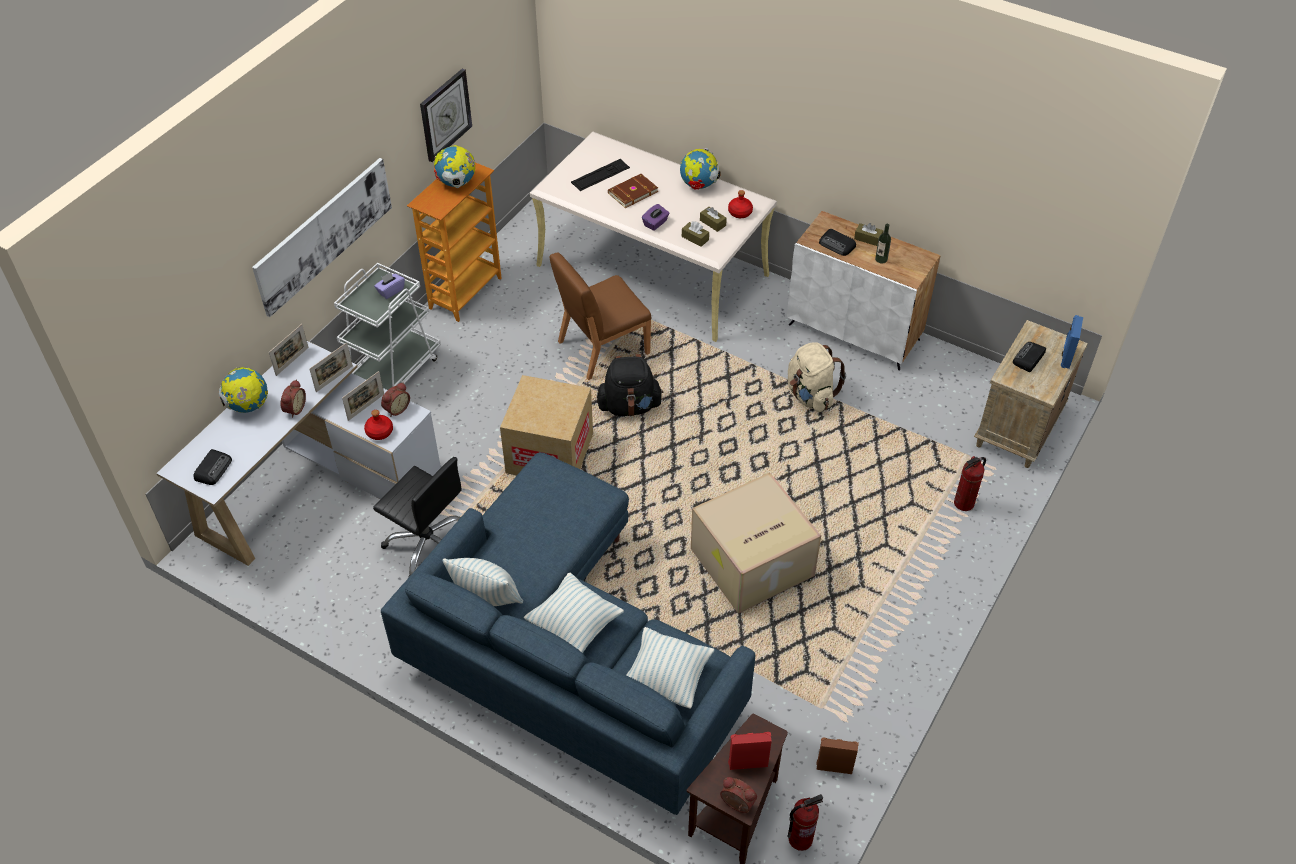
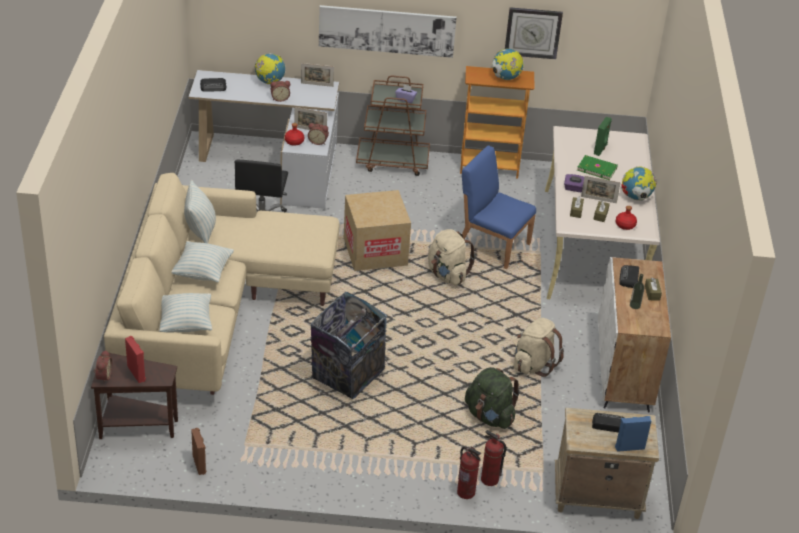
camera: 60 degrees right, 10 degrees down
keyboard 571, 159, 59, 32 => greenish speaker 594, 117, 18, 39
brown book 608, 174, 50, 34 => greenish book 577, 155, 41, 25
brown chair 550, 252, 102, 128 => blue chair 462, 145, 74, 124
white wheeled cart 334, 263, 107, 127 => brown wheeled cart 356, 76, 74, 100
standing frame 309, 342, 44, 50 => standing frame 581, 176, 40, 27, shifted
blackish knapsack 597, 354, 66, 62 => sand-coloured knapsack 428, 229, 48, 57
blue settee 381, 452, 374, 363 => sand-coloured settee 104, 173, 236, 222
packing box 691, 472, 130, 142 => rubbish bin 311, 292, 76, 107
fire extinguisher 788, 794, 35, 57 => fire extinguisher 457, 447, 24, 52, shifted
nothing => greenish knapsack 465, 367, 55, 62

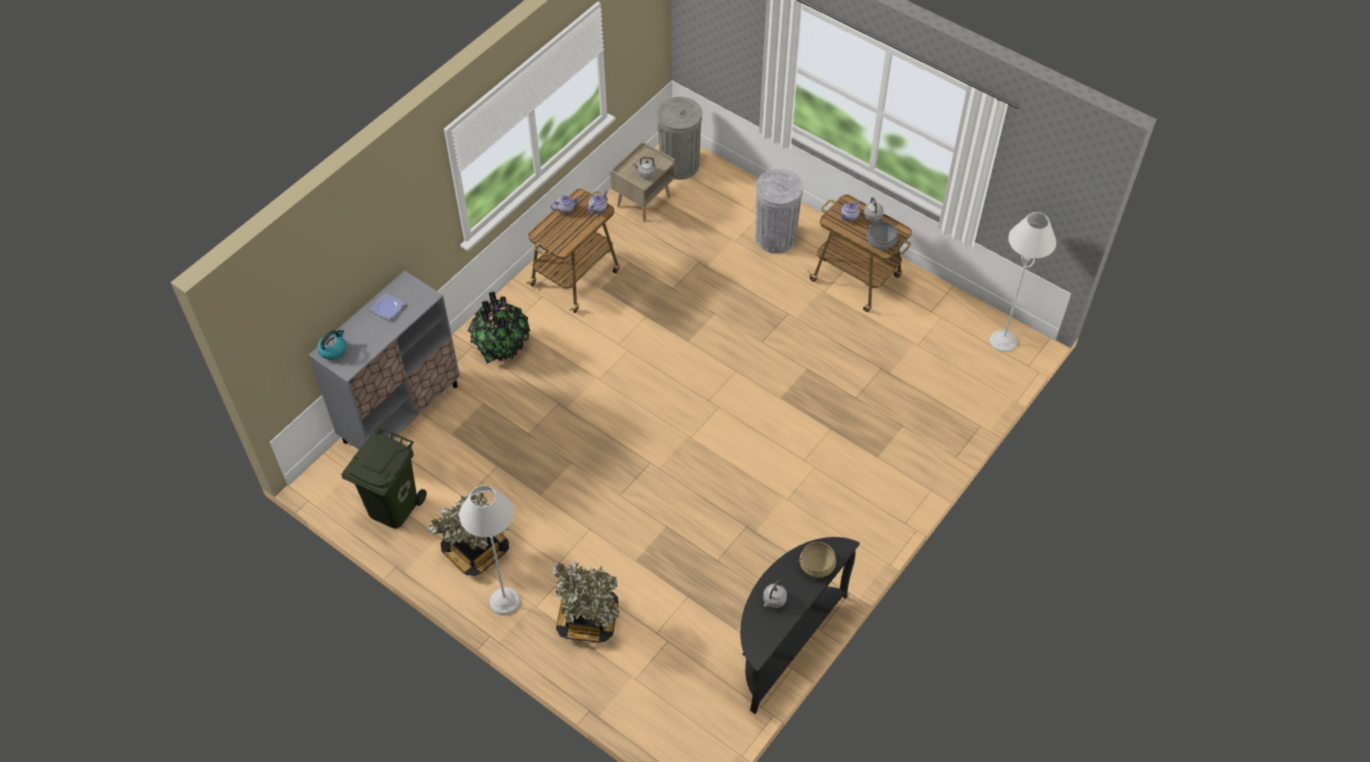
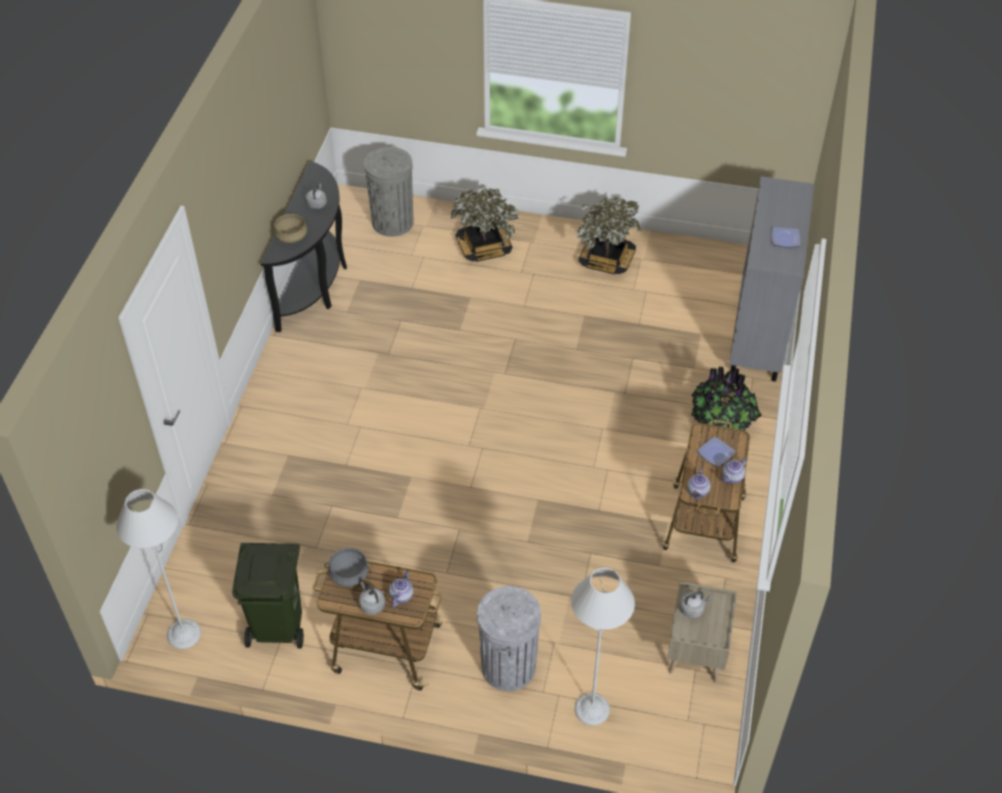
camera: 155 degrees right, 5 degrees down
gray rubbish bin 657, 97, 45, 83 => gray rubbish bin 364, 147, 49, 90, shifted
kettle 317, 328, 30, 32 => nothing
greenish rubbish bin 342, 428, 85, 100 => greenish rubbish bin 232, 543, 72, 106, shifted
gray standard lamp 459, 485, 61, 130 => gray standard lamp 571, 568, 64, 157, shifted
nothing => dinner plate 697, 437, 39, 30

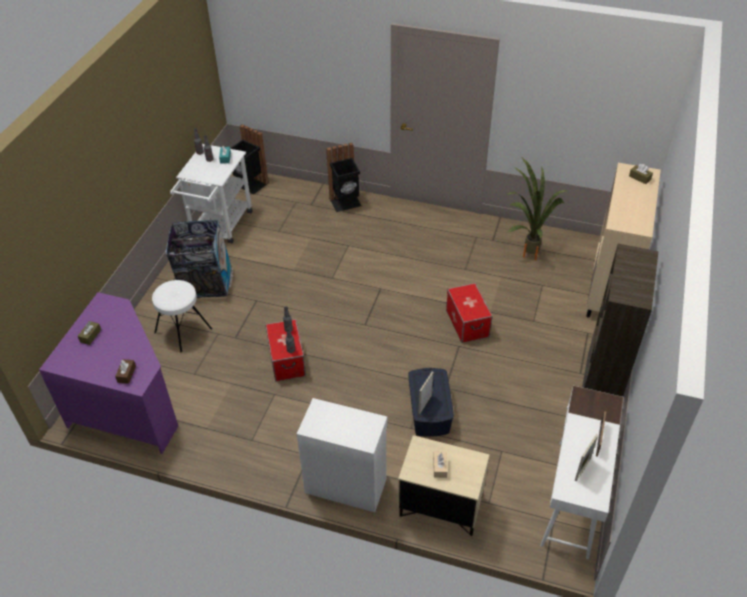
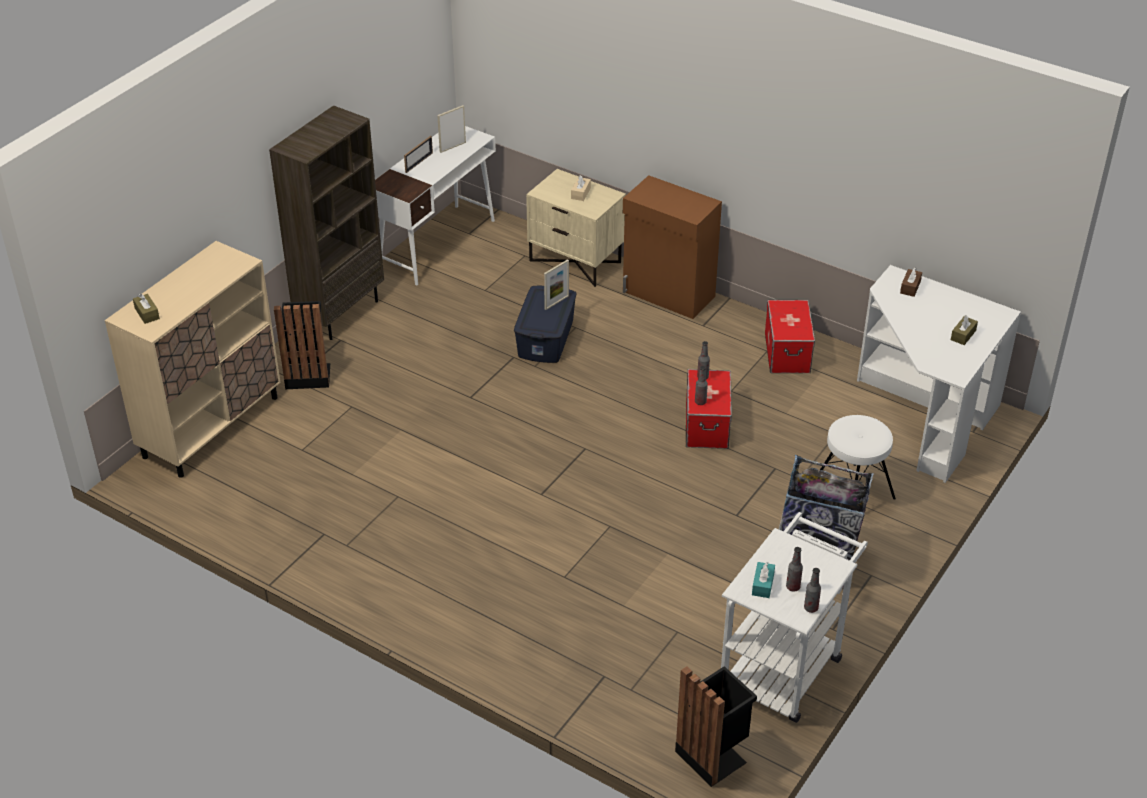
camera: 165 degrees left, 5 degrees down
blackish rubbish bin 326, 143, 35, 69 => blackish rubbish bin 274, 301, 56, 88, shifted
plant in a pot 506, 158, 62, 102 => nothing
storage box 446, 283, 47, 60 => storage box 765, 300, 50, 73, shifted
purple-coloured desk 39, 292, 139, 162 => white desk 857, 265, 164, 218
white storage cabinet 297, 398, 90, 114 => brown storage cabinet 623, 175, 99, 144

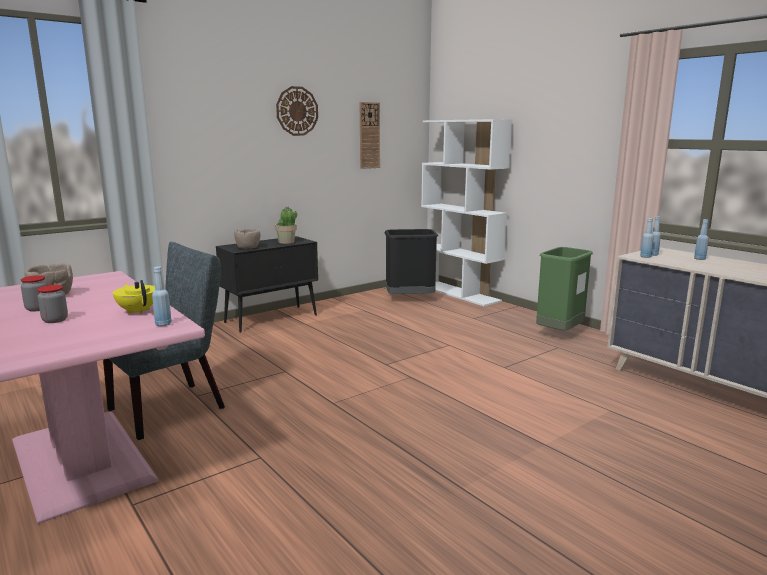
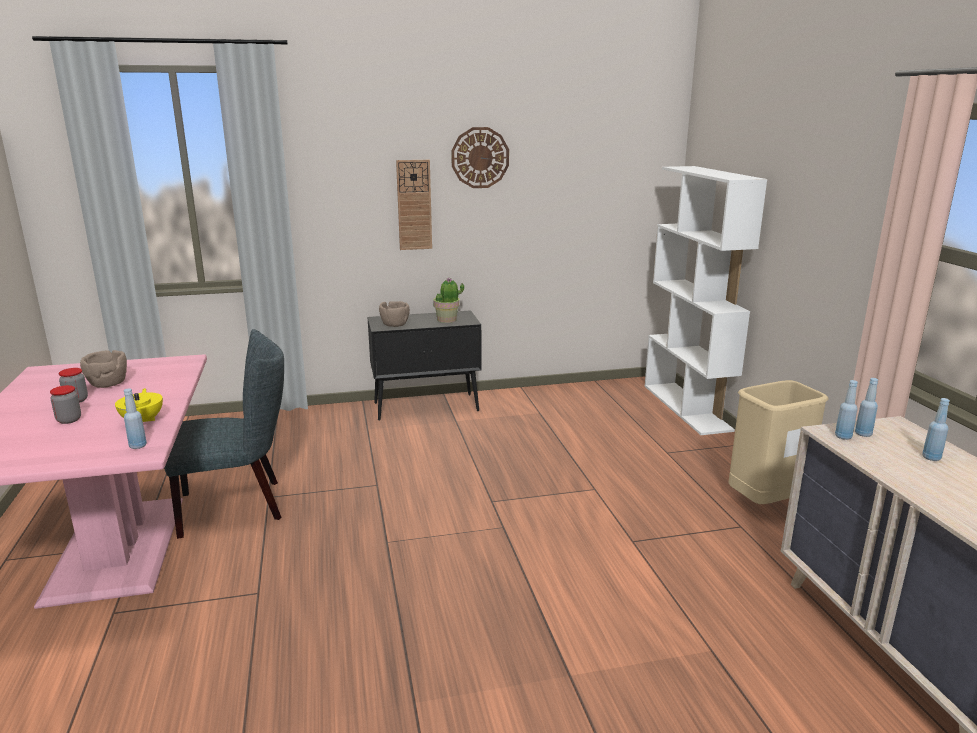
camera: 25 degrees right, 5 degrees up
hanging clock 360, 102, 20, 67 => hanging clock 396, 160, 36, 90, shifted
blackish rubbish bin 385, 229, 53, 65 => nothing
greenish rubbish bin 536, 247, 57, 84 => sand-coloured rubbish bin 728, 380, 101, 124

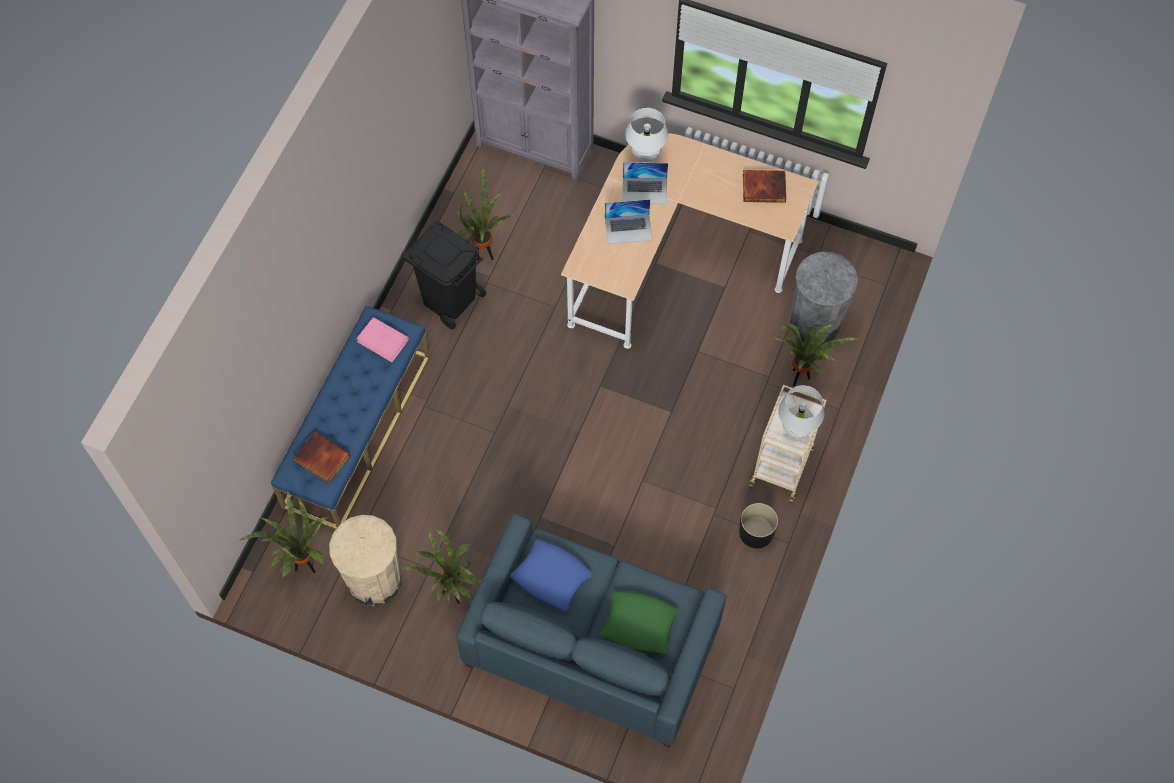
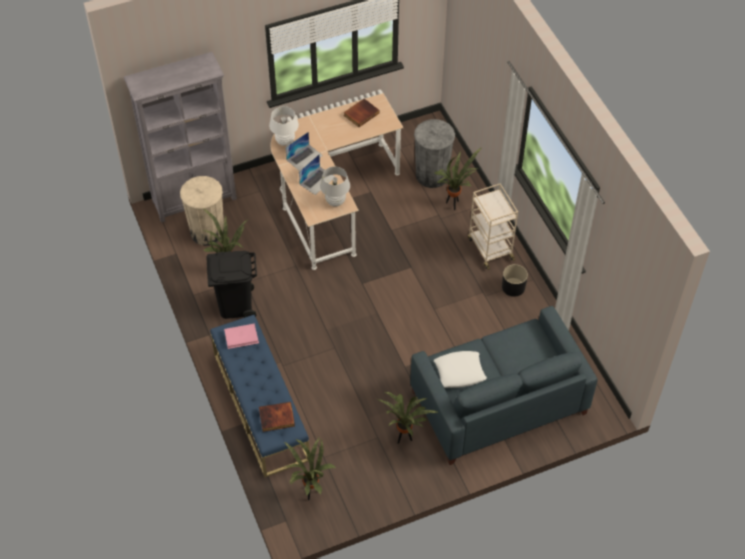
camera: 45 degrees left, 10 degrees down
white table lamp 778, 385, 46, 53 => white table lamp 320, 166, 30, 41, shifted
sand-coloured rubbish bin 329, 515, 73, 91 => sand-coloured rubbish bin 180, 176, 44, 70, shifted
blue pillow 510, 539, 82, 72 => white pillow 434, 351, 53, 37
greenish pillow 600, 591, 79, 63 => nothing

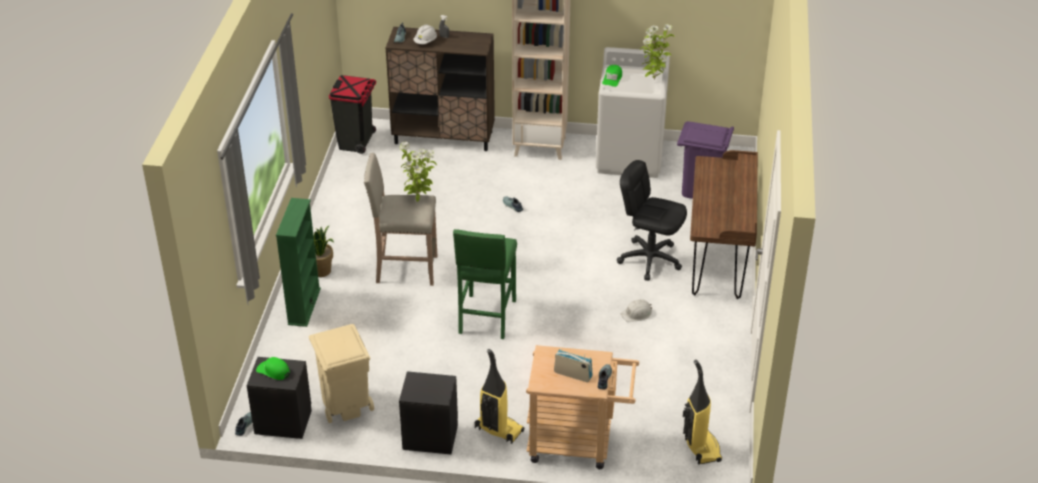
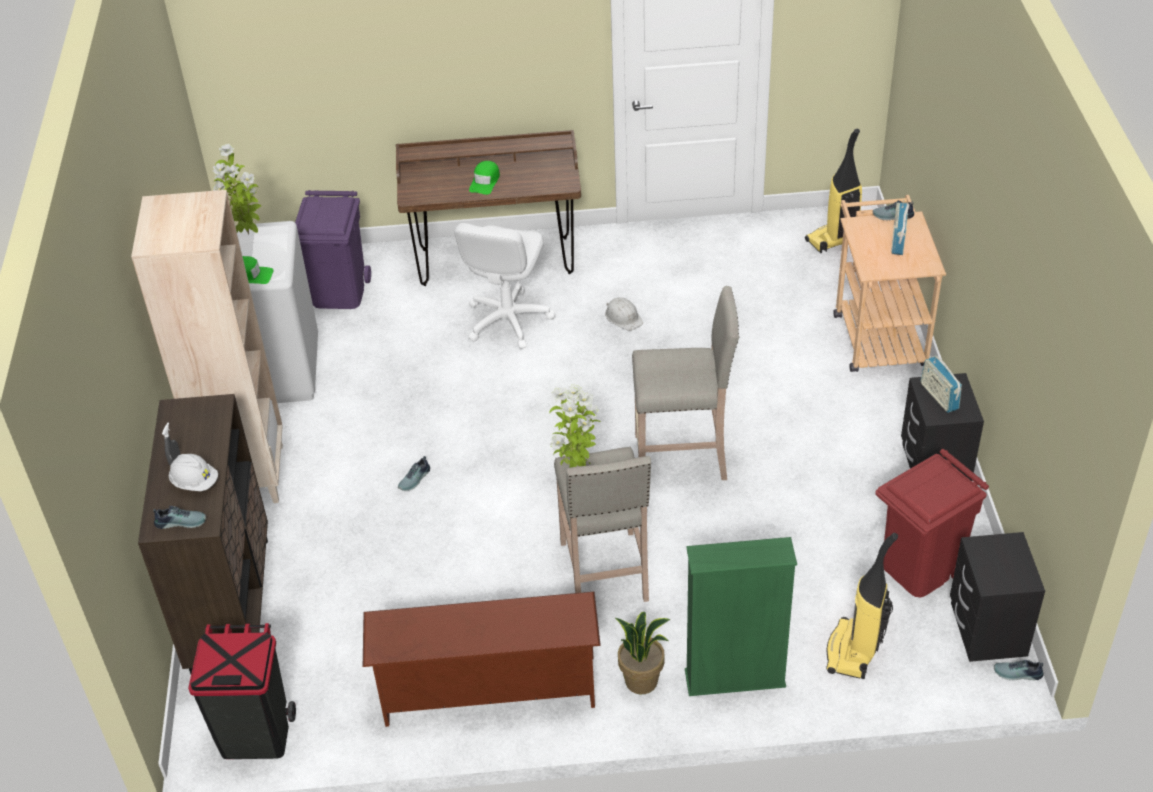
camera: 100 degrees left, 5 degrees up
blackish desk chair 617, 160, 70, 120 => white desk chair 454, 223, 101, 126
greenish sitting stool 453, 229, 64, 110 => sand-coloured sitting stool 632, 286, 107, 194
sand-coloured rubbish bin 309, 324, 65, 99 => red rubbish bin 875, 449, 114, 148
vacuum 475, 349, 49, 95 => vacuum 826, 533, 72, 146, shifted
greenish baseball cap 256, 357, 34, 23 => greenish baseball cap 469, 161, 31, 34, shifted
nothing => radio 920, 355, 42, 58
nothing => brown shoe stand 363, 592, 238, 135

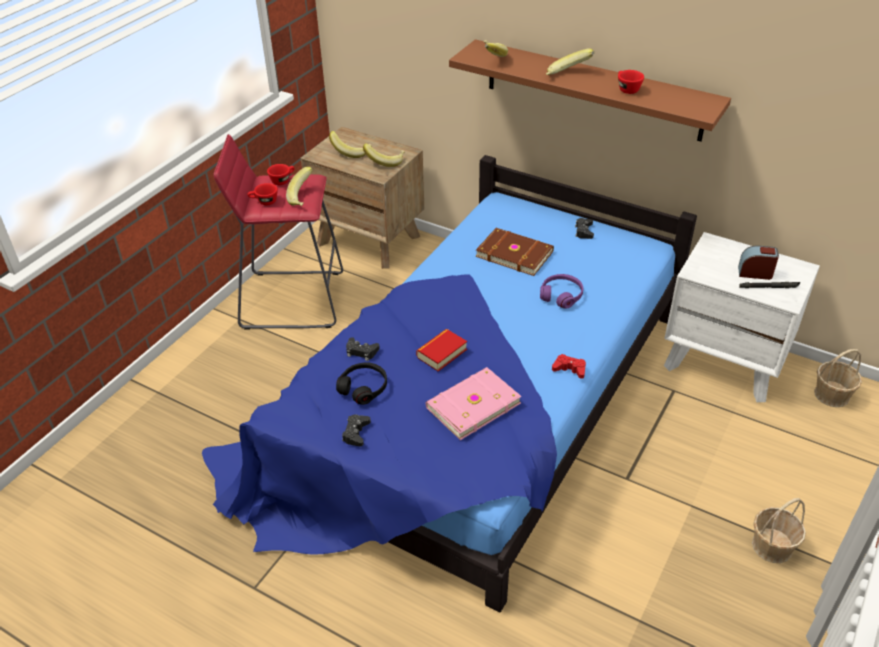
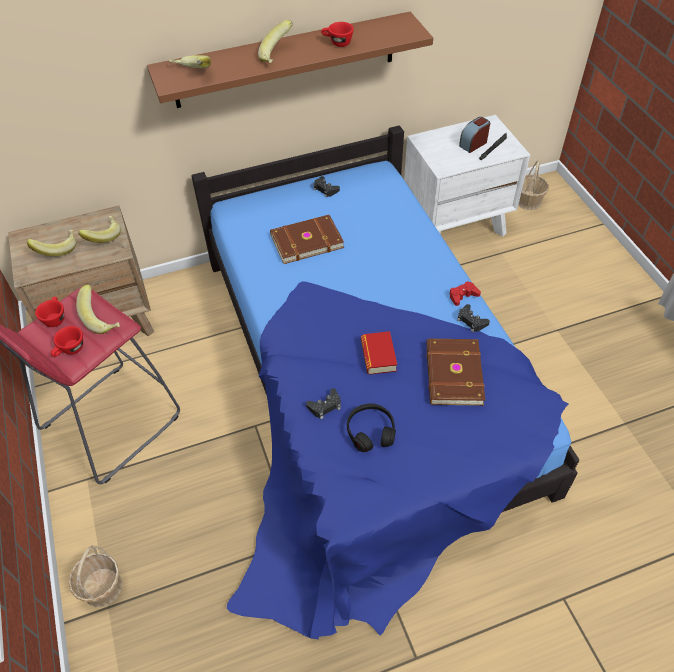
camera: 50 degrees left, 10 degrees up
purple-coloured pair of headphones 540, 274, 43, 35 => nothing
pink-coloured book 426, 367, 96, 73 => brown book 426, 339, 59, 67
blackish joypad 342, 414, 29, 32 => blackish joypad 457, 304, 33, 28, shifted
storage basket 752, 498, 54, 65 => storage basket 69, 545, 53, 62, shifted

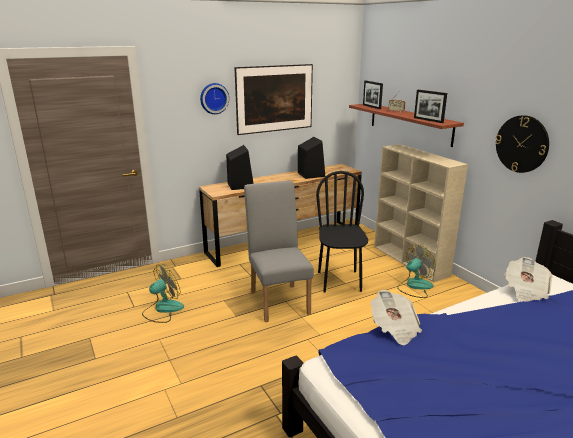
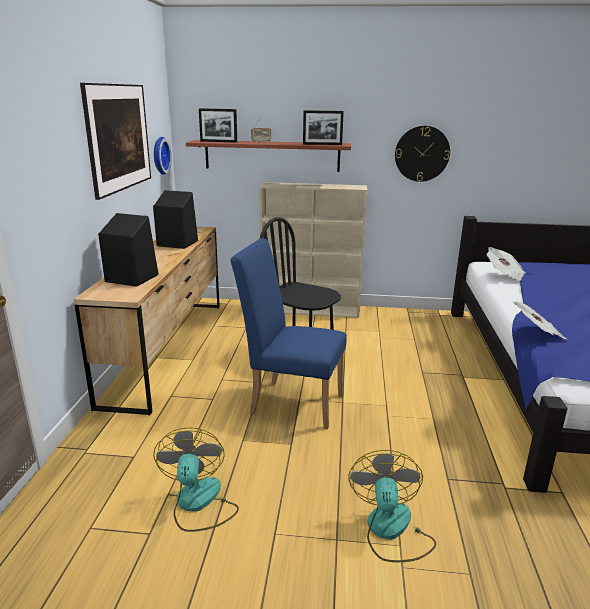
camera: 55 degrees left, 0 degrees up
hanging clock 200, 83, 29, 31 => hanging clock 154, 137, 18, 38, shifted
gray chair 244, 180, 70, 142 => blue chair 230, 238, 117, 191
fan 397, 245, 39, 53 => fan 348, 450, 88, 112, shifted

